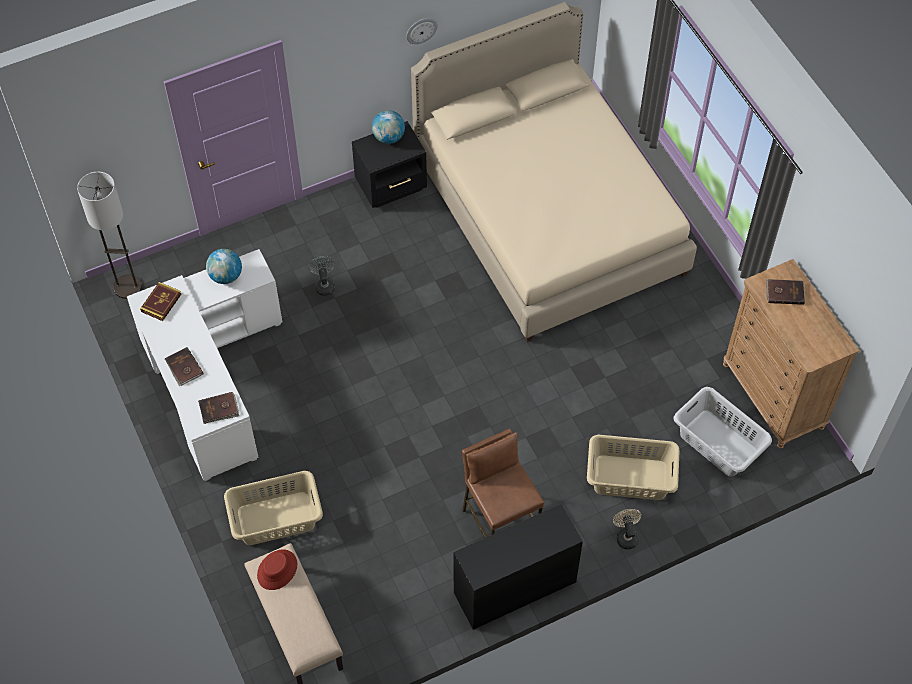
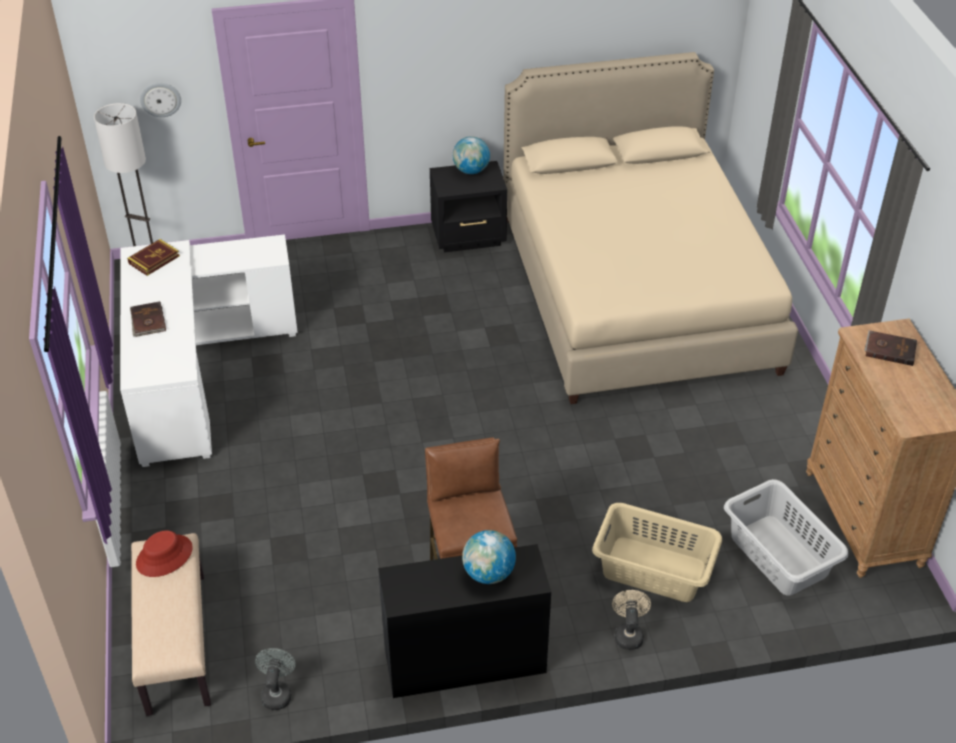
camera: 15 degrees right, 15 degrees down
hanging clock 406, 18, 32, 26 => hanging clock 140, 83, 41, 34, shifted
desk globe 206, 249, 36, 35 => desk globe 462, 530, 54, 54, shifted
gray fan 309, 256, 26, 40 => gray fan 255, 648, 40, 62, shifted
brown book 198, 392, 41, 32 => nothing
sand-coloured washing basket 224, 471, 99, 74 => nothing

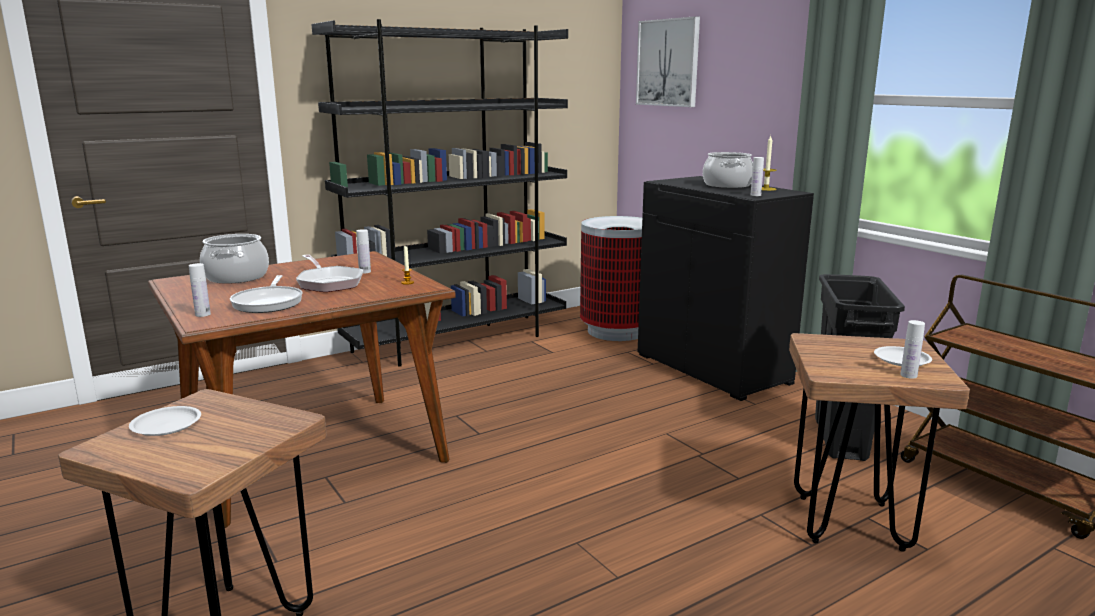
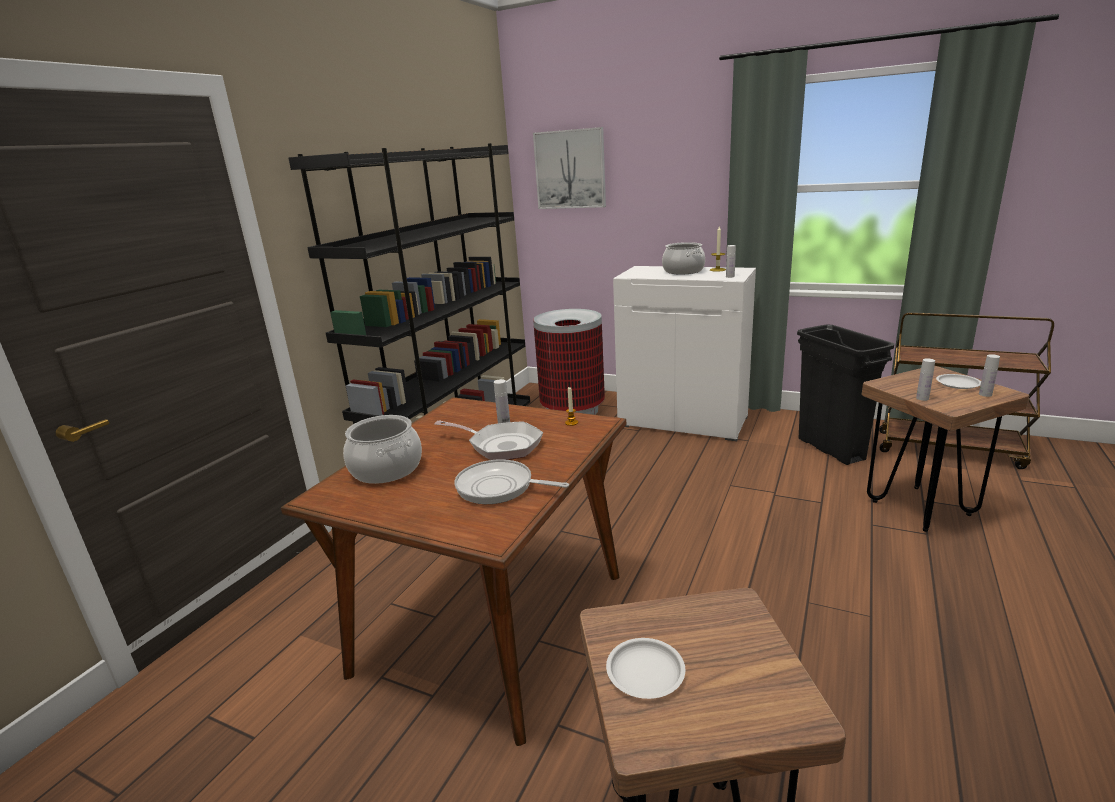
camera: 30 degrees left, 5 degrees up
blackish storage cabinet 638, 176, 176, 225 => white storage cabinet 613, 266, 143, 175
white drink bottle 189, 263, 22, 54 => white drink bottle 916, 358, 19, 43, shifted
pan 230, 275, 72, 38 => pan 454, 459, 115, 45, 150 degrees clockwise

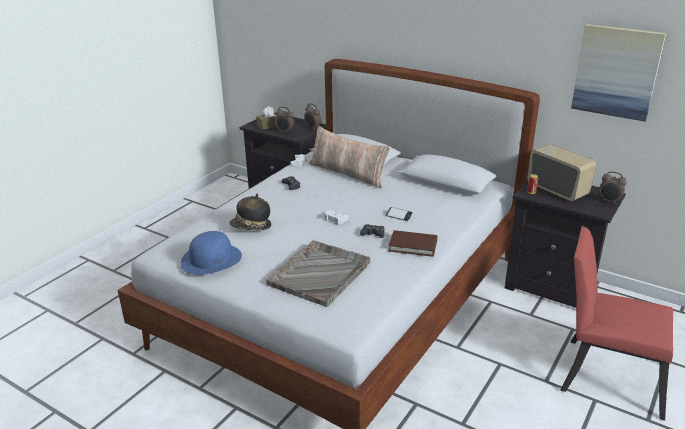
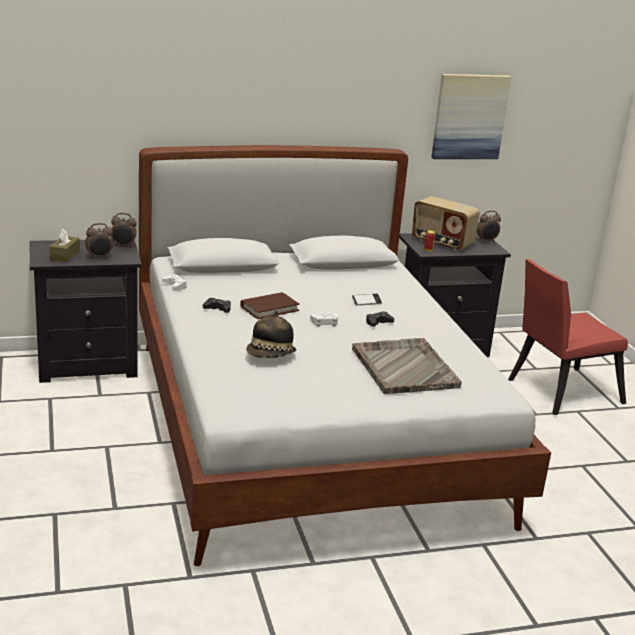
camera: 50 degrees left, 5 degrees down
pillow 309, 126, 81, 63 => nothing
radio 527, 144, 69, 57 => radio 412, 196, 68, 55, 150 degrees counterclockwise
brown book 388, 230, 50, 27 => brown book 240, 292, 60, 27, shifted
blue wearable hat 180, 231, 62, 44 => nothing

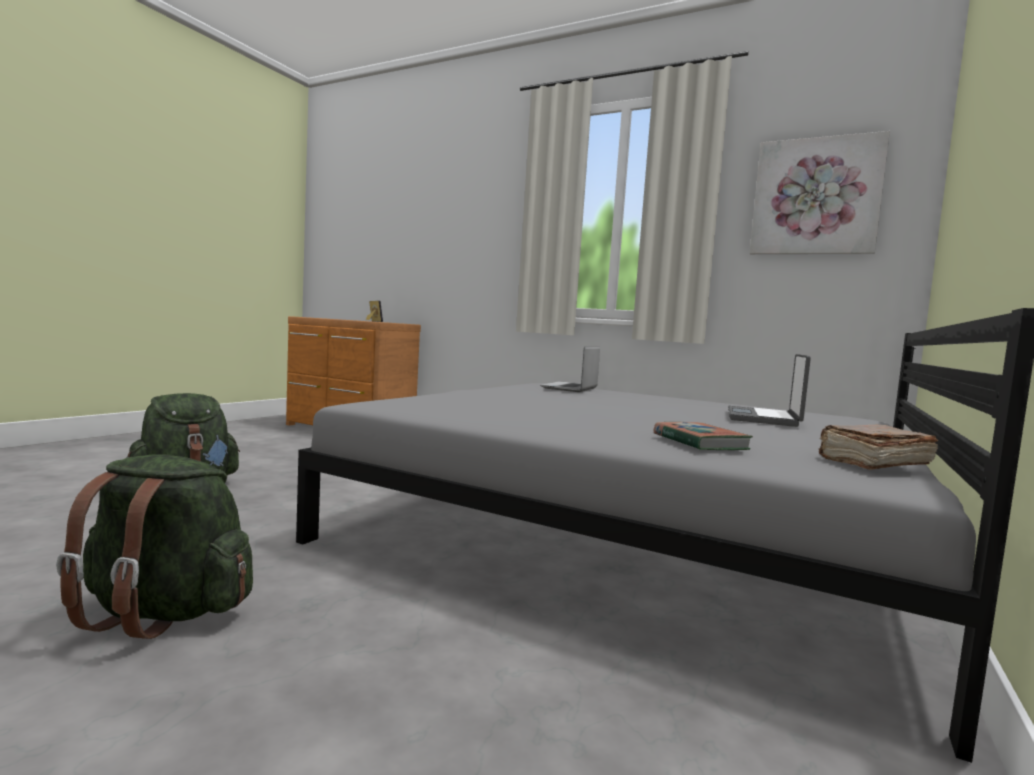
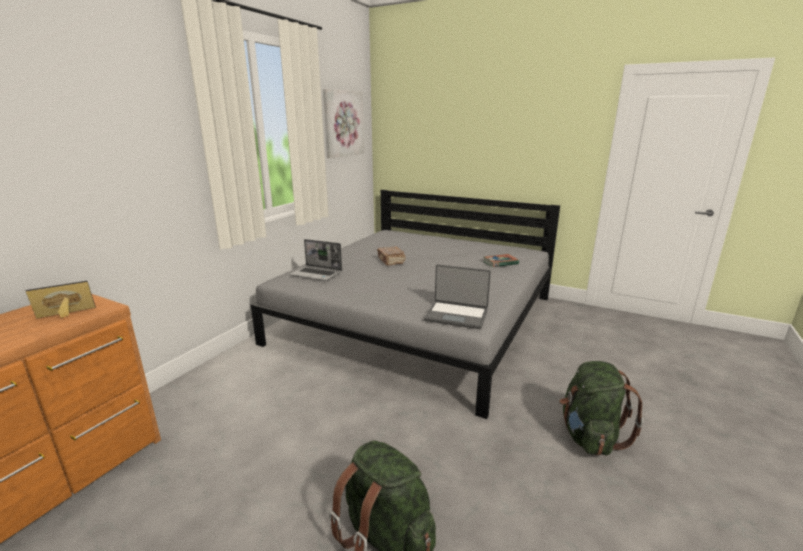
camera: 90 degrees left, 15 degrees up
notebook computer 728, 354, 83, 73 => notebook computer 424, 264, 67, 65, shifted
brown book 818, 425, 120, 45 => brown book 377, 247, 29, 19, shifted

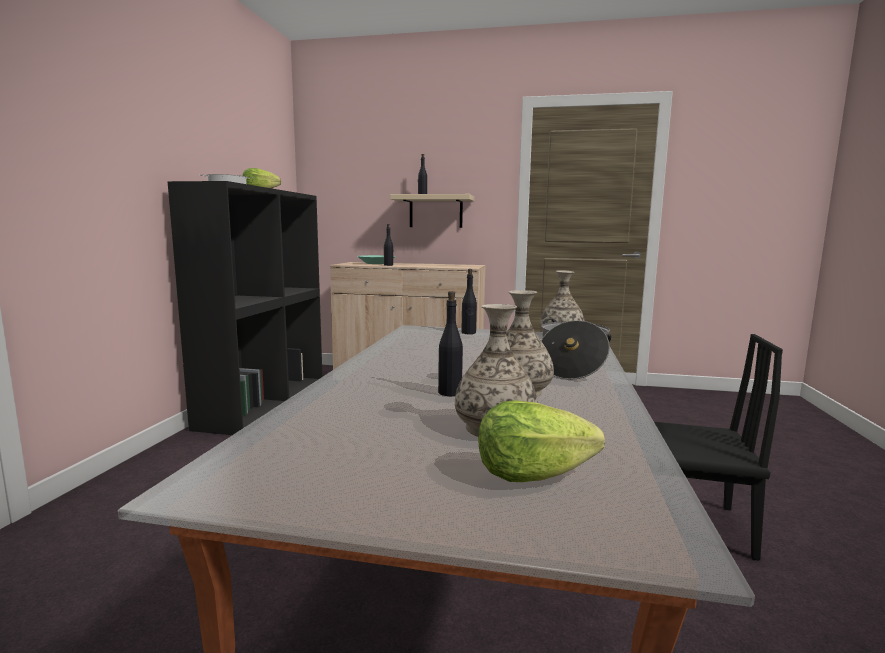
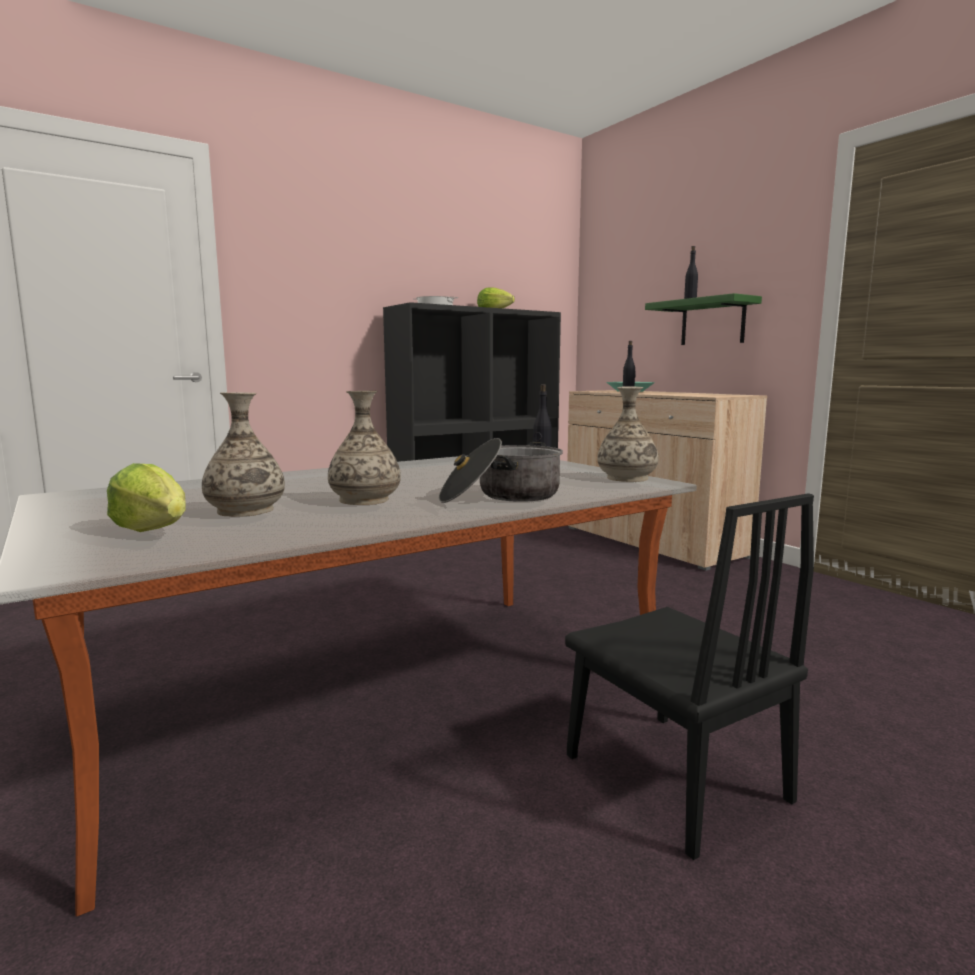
camera: 45 degrees right, 0 degrees up
sand-coloured bracket shelf 390, 194, 84, 34 => greenish bracket shelf 645, 293, 117, 52
blackish drink bottle 438, 291, 25, 105 => nothing

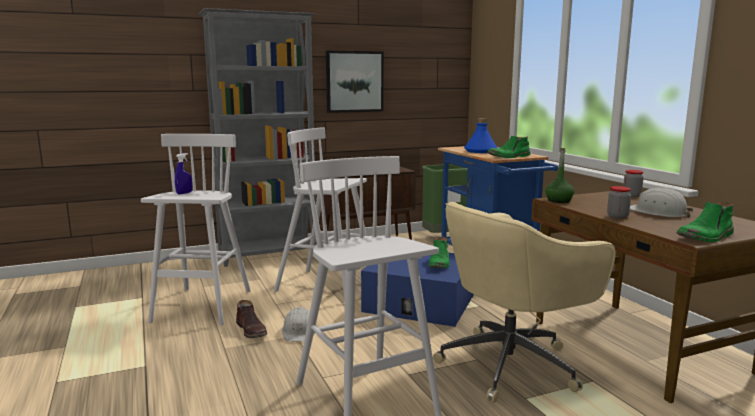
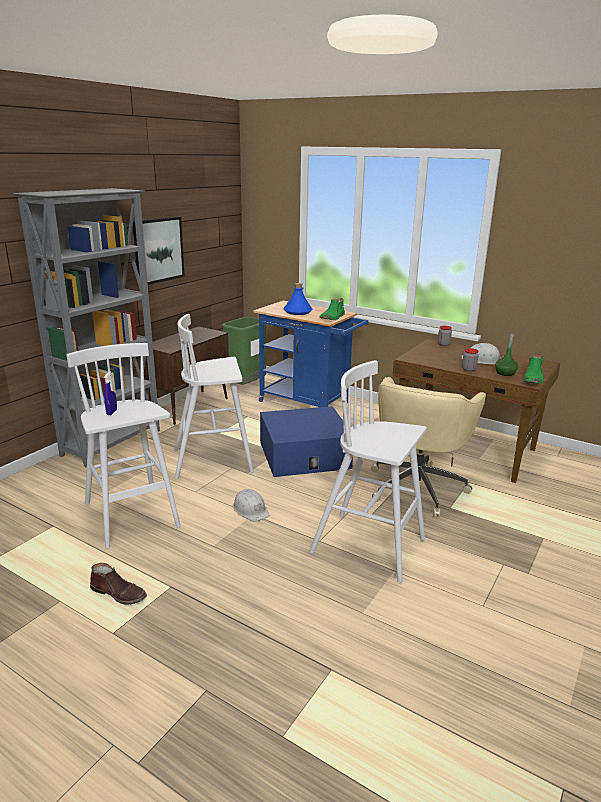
camera: 35 degrees left, 10 degrees up
greenish drink bottle 545, 148, 29, 55 => greenish drink bottle 495, 333, 23, 43, shifted
greenish tall boot 428, 237, 22, 31 => nothing
brown tall boot 236, 300, 31, 38 => brown tall boot 90, 563, 57, 42, shifted

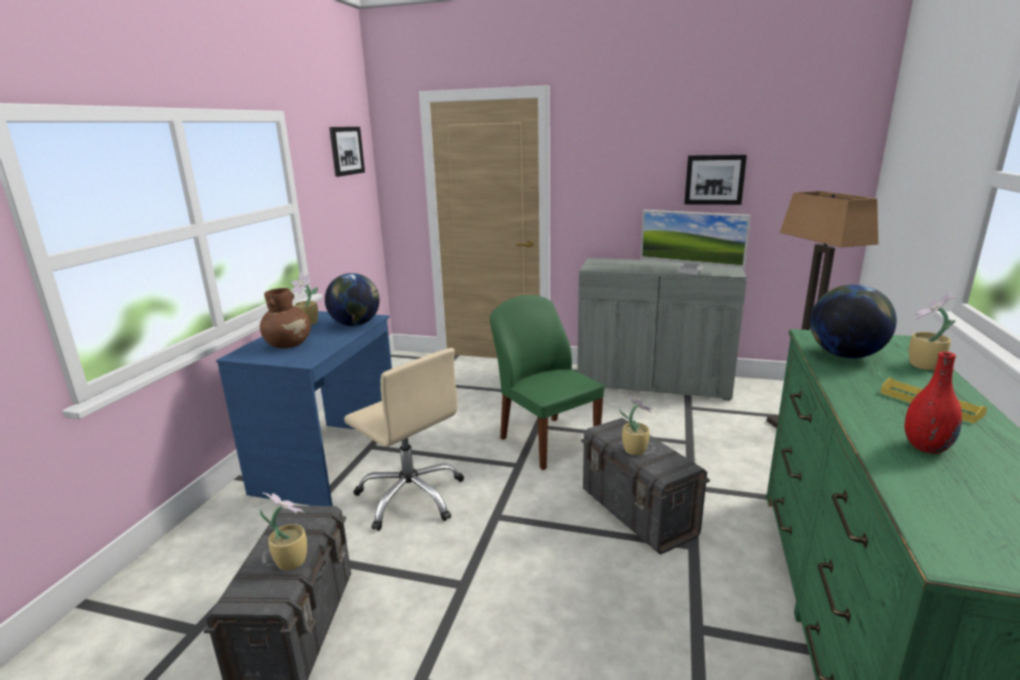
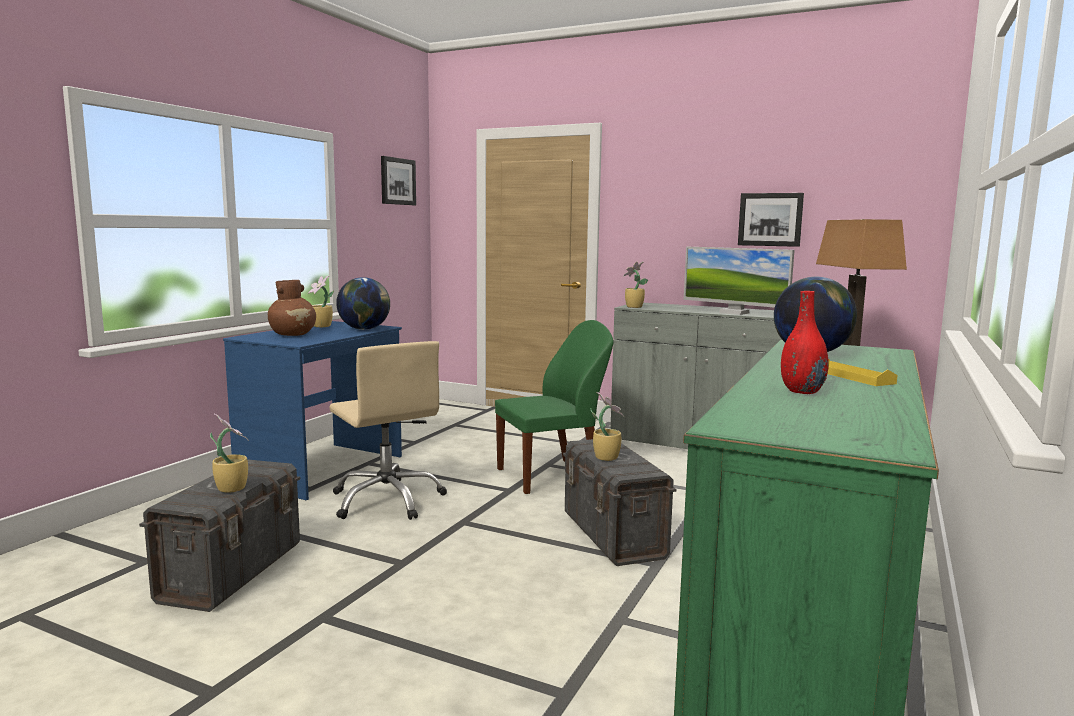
camera: 10 degrees right, 10 degrees down
plant in a pot 909, 292, 46, 78 => plant in a pot 623, 262, 25, 46, shifted
greenish chair 490, 295, 115, 175 => greenish chair 495, 320, 119, 174, 90 degrees clockwise

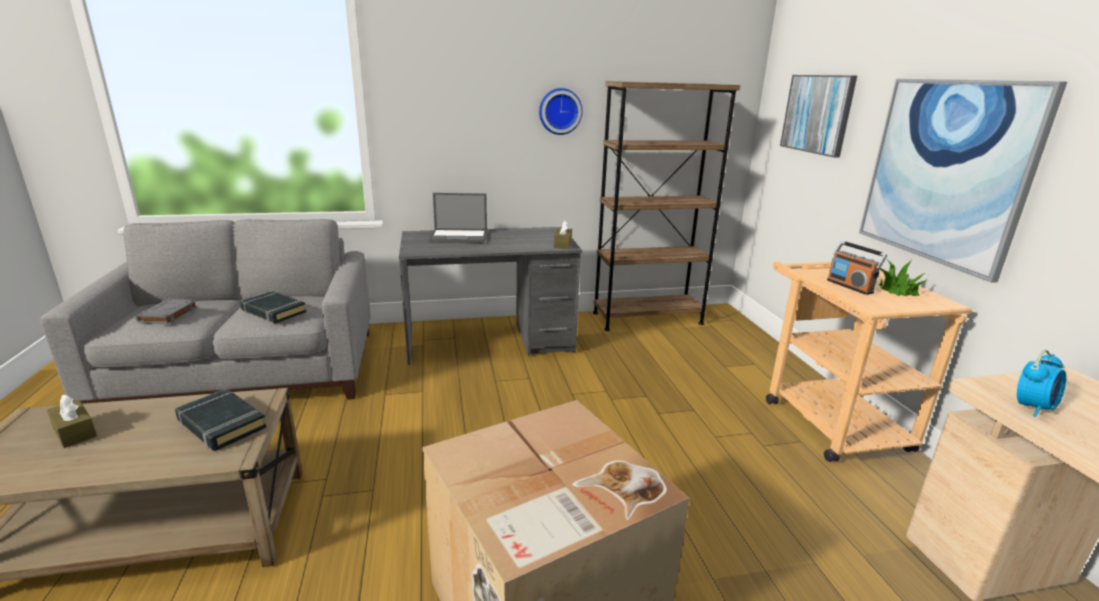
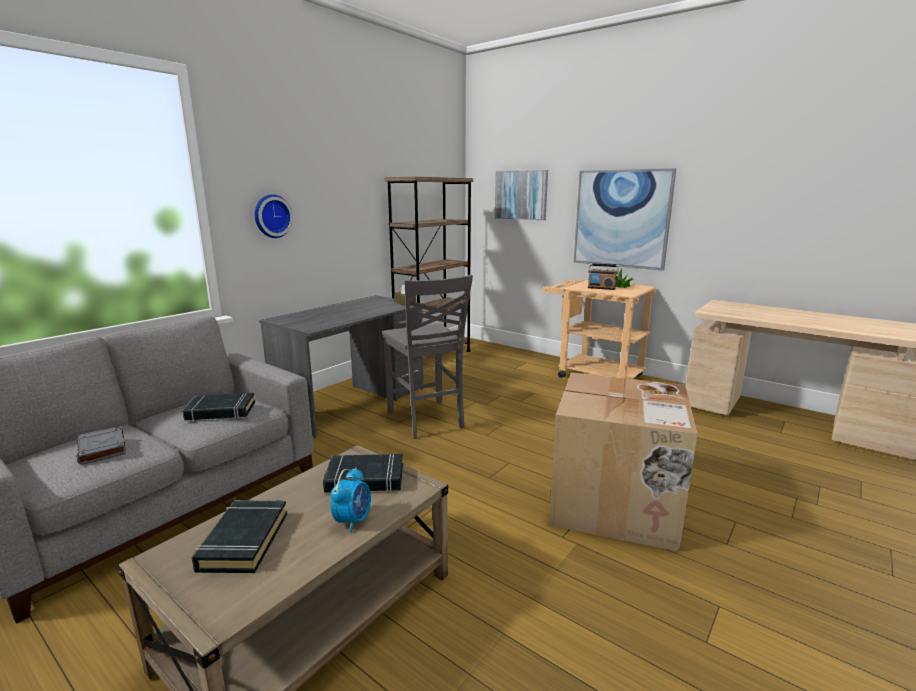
camera: 40 degrees left, 5 degrees down
hanging clock 539, 88, 44, 47 => hanging clock 255, 195, 38, 43, shifted
notebook computer 429, 193, 58, 50 => nothing
table clock 1017, 350, 49, 67 => table clock 331, 468, 40, 65, shifted
brown tissue holder 47, 395, 50, 53 => blackish book 191, 500, 96, 73
nothing => gray chair 382, 274, 91, 165

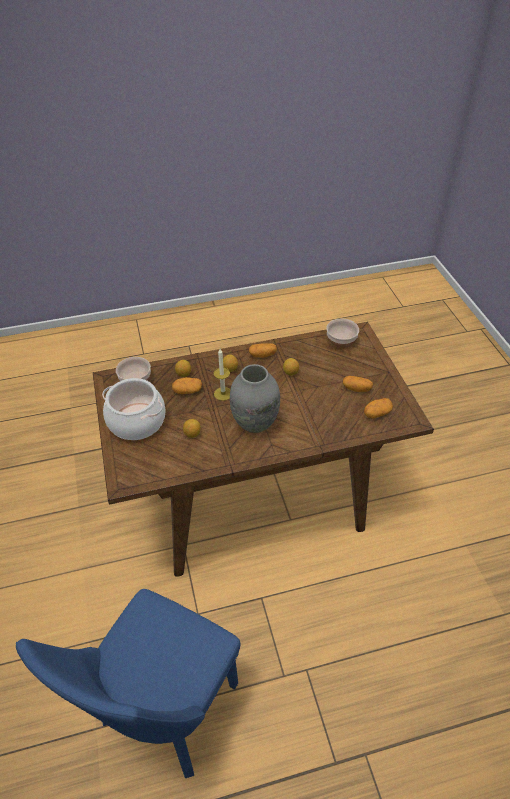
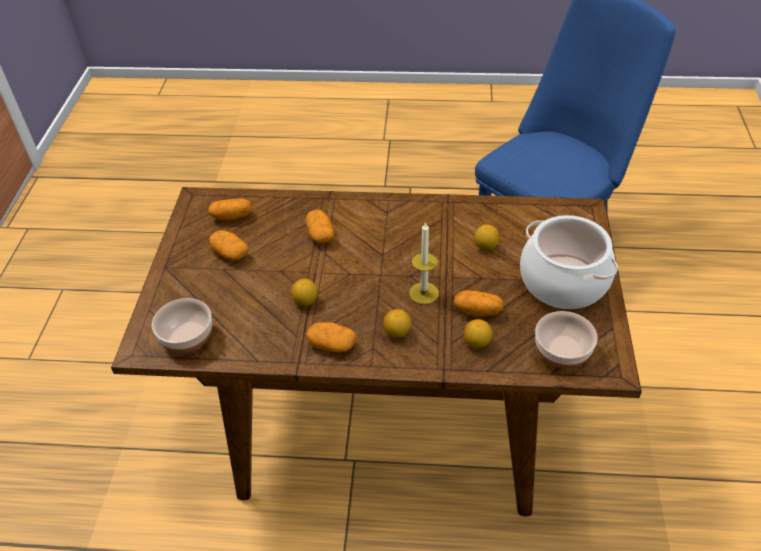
camera: 160 degrees left, 0 degrees up
gray decorative vase 230, 364, 50, 69 => nothing
nothing => potato 306, 210, 28, 33

